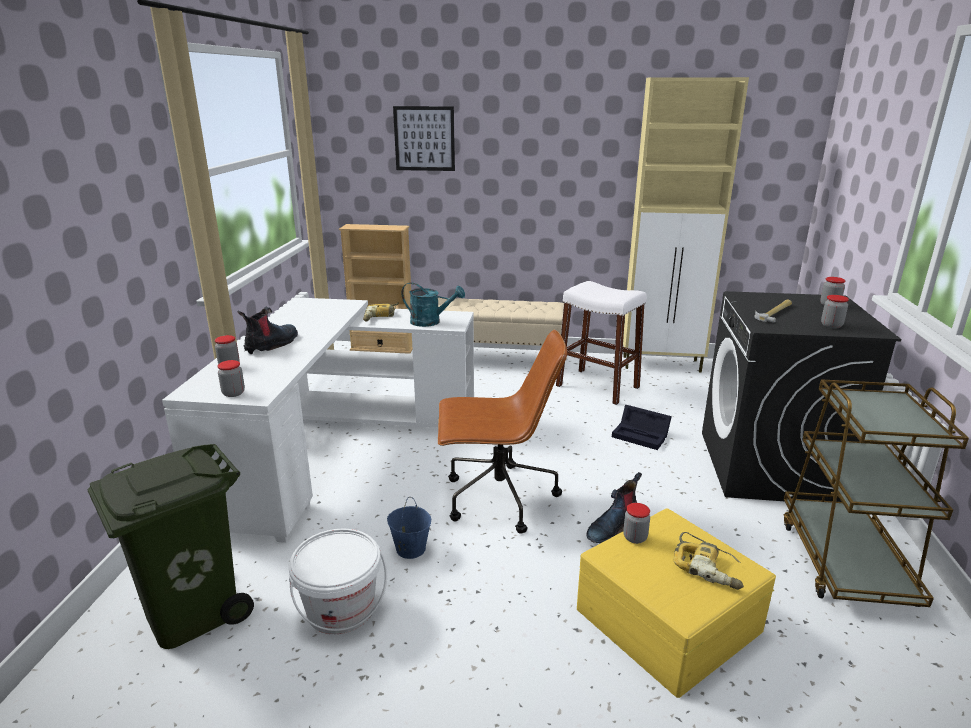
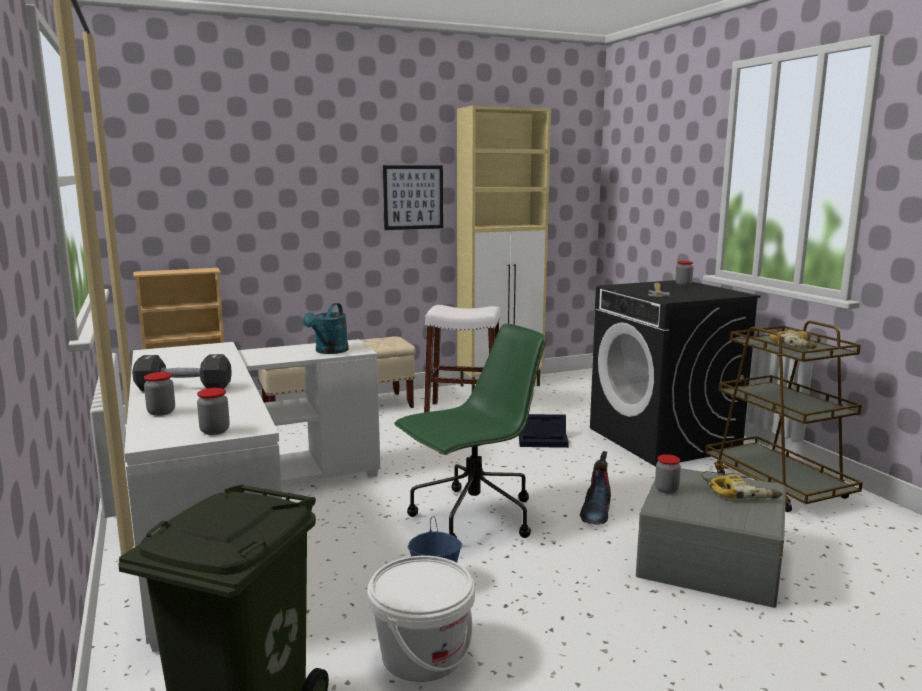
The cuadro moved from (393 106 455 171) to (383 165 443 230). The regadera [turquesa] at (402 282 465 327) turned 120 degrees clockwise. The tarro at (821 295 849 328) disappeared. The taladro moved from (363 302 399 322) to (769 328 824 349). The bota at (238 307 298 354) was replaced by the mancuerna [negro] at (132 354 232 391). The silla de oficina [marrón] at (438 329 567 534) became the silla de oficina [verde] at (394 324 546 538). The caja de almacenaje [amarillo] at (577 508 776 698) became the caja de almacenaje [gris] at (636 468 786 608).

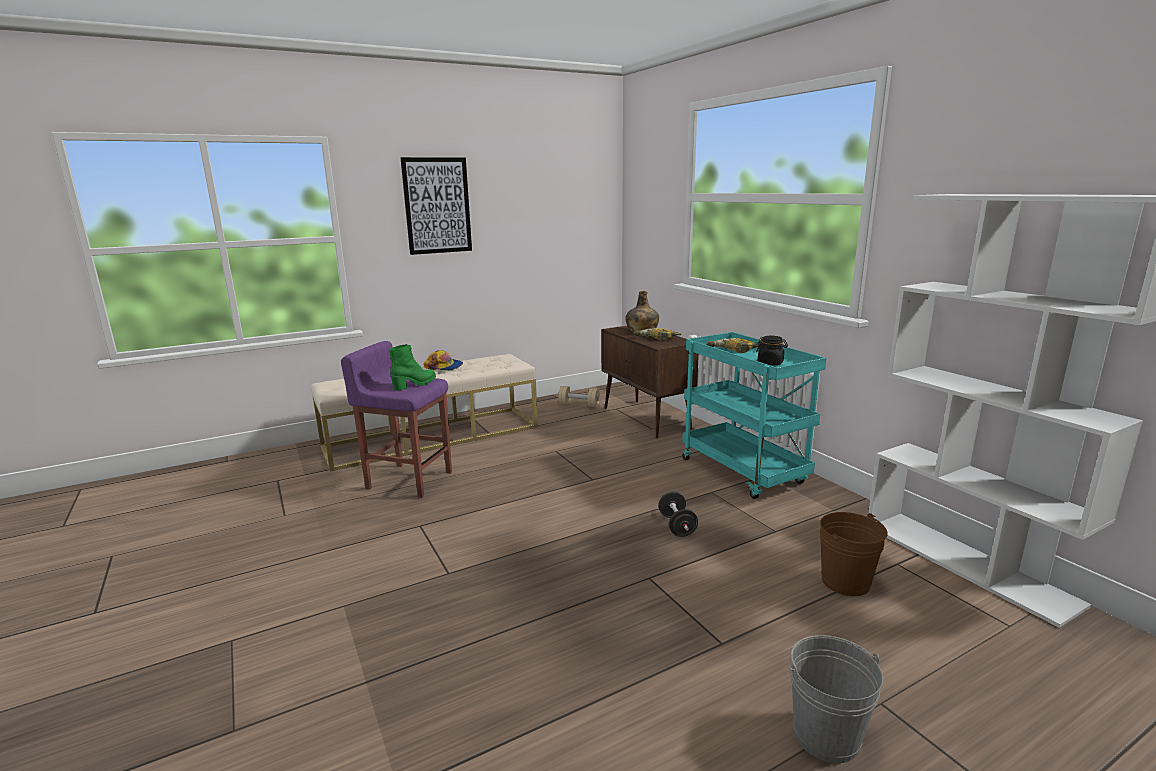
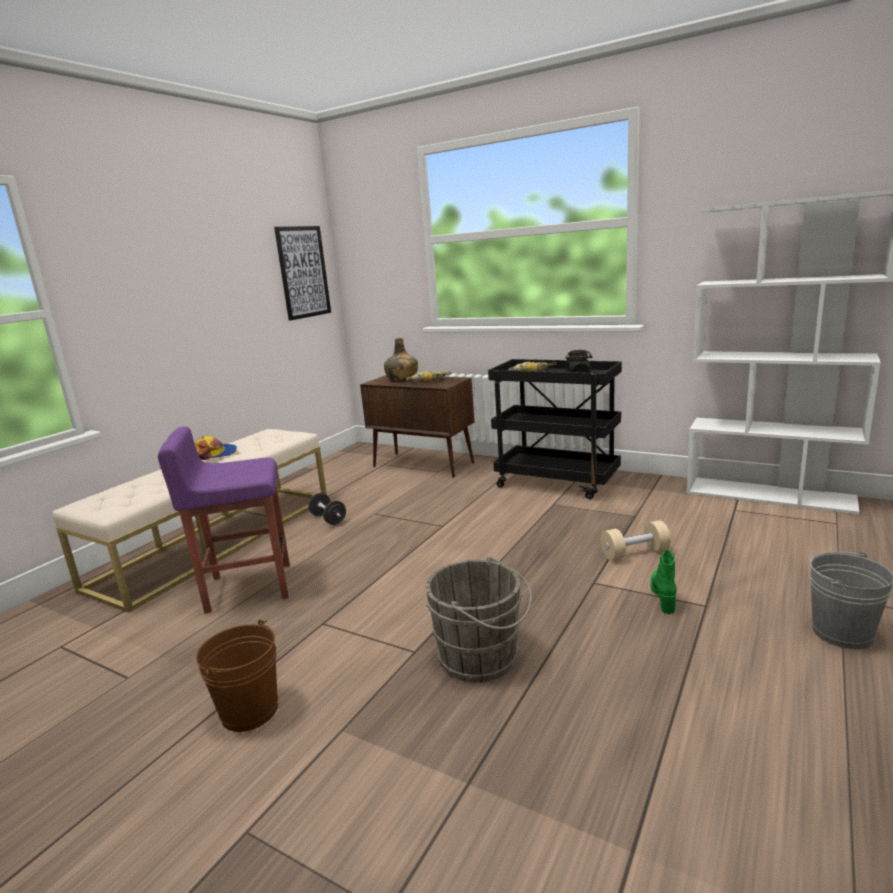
The cuadro moved from (400 157 472 255) to (274 226 331 321). The carrito [turquesa] at (682 332 826 499) became the carrito [negro] at (488 359 622 499). The bota [verde] moved from (389 344 436 391) to (650 549 677 614). The mancuerna [beis] moved from (558 386 600 407) to (601 520 671 560). The mancuerna [negro] moved from (658 491 698 537) to (308 493 346 525). The cubo [marrón] moved from (820 512 888 596) to (196 620 278 732). The cubo [gris] at (426 556 532 682) appeared.

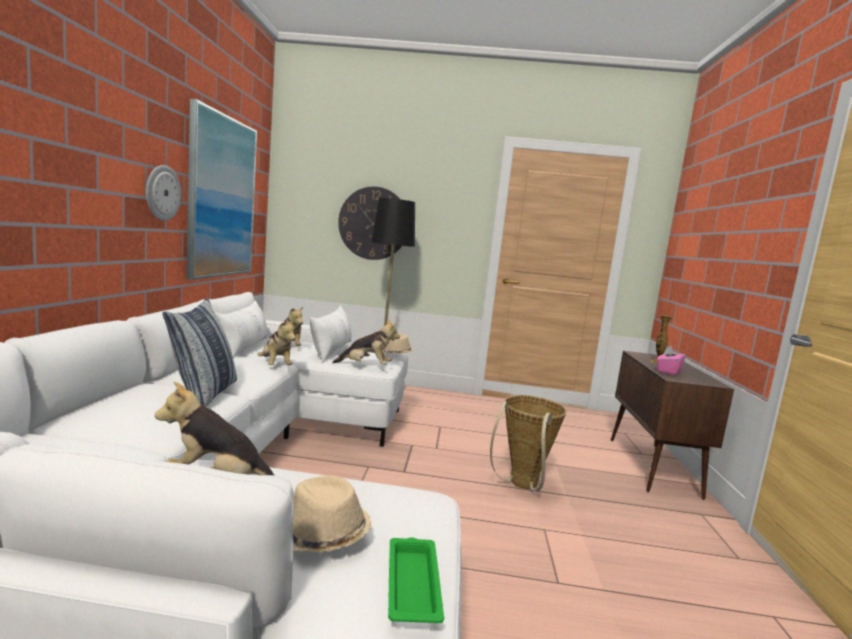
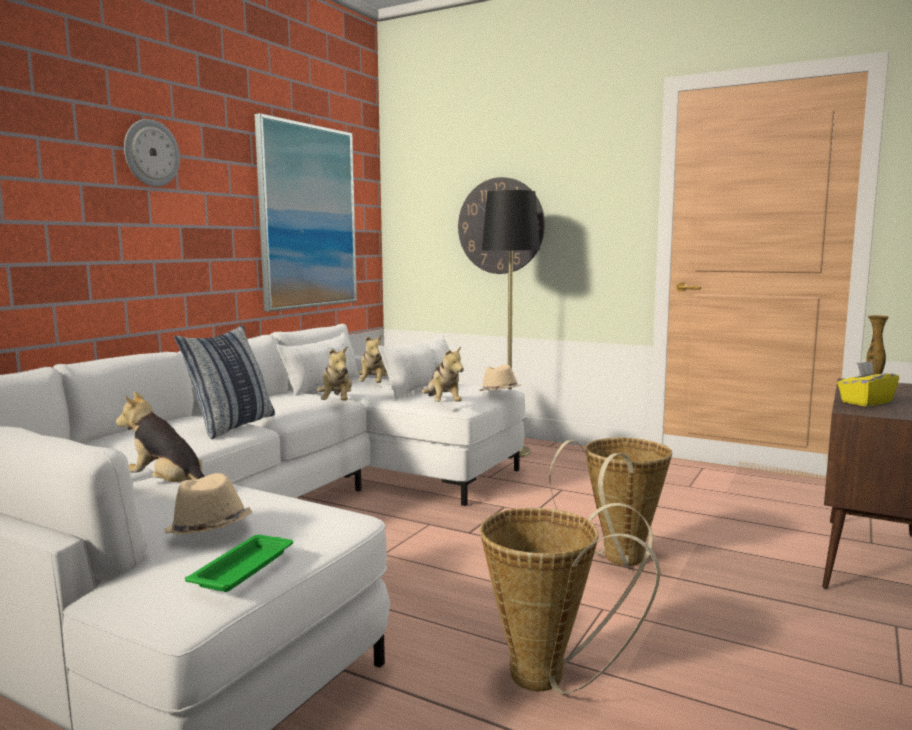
The reloj de pared moved from (146 165 181 221) to (124 119 180 187). The peluche at (332 319 400 365) turned 45 degrees clockwise. The caja de pañuelos [rosa] at (657 345 685 375) became the caja de pañuelos [amarillo] at (837 361 899 407). The cesta at (480 503 661 693) appeared.

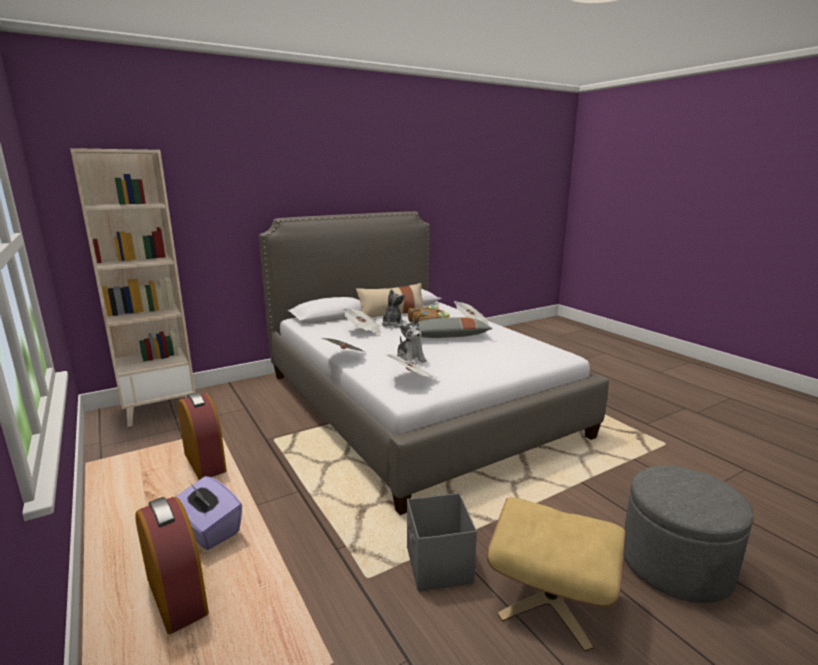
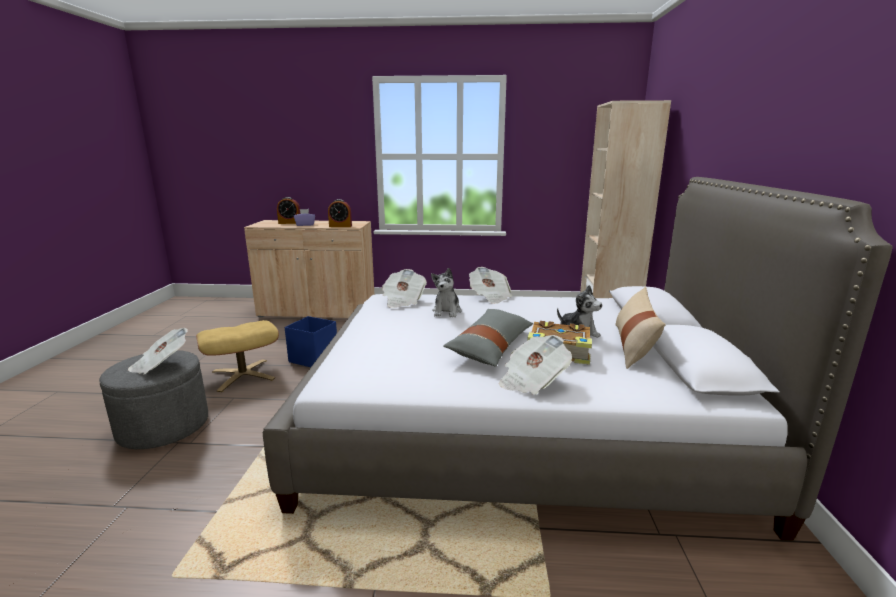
The periódico moved from (343 308 381 334) to (128 328 188 375). The peluche at (397 317 427 364) turned 90 degrees counterclockwise. The caja de almacenaje [gris] at (407 493 477 592) became the caja de almacenaje [azul] at (285 316 337 367).

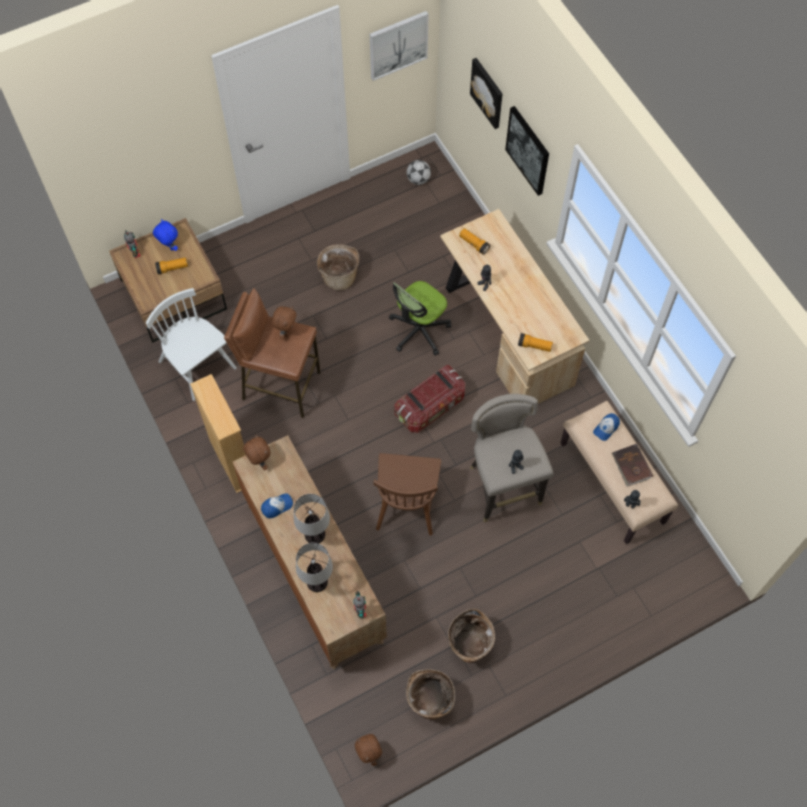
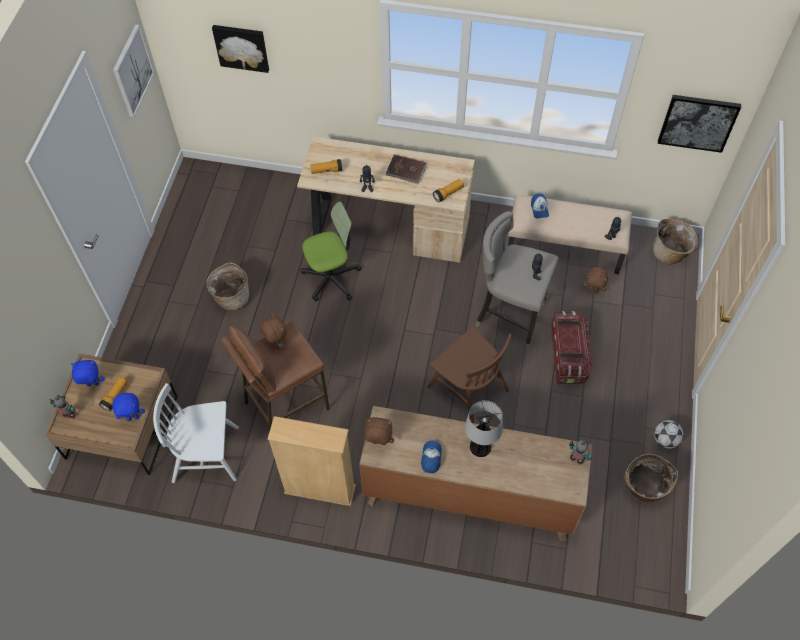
The cuadro moved from (505 106 549 196) to (658 95 741 153). The balón de fútbol moved from (407 160 431 185) to (654 420 684 449). The silla de oficina at (389 281 451 356) turned 105 degrees counterclockwise. The caja de almacenaje moved from (394 365 466 433) to (551 311 593 384). The libro [marrón] moved from (612 444 653 487) to (386 155 426 184). The lámpara de mesa at (296 543 333 592) disappeared. The cesta moved from (448 609 495 663) to (653 219 698 264). The peluche [marrón] moved from (355 734 382 766) to (582 267 608 294). The peluche [azul] at (112 393 145 421) appeared.

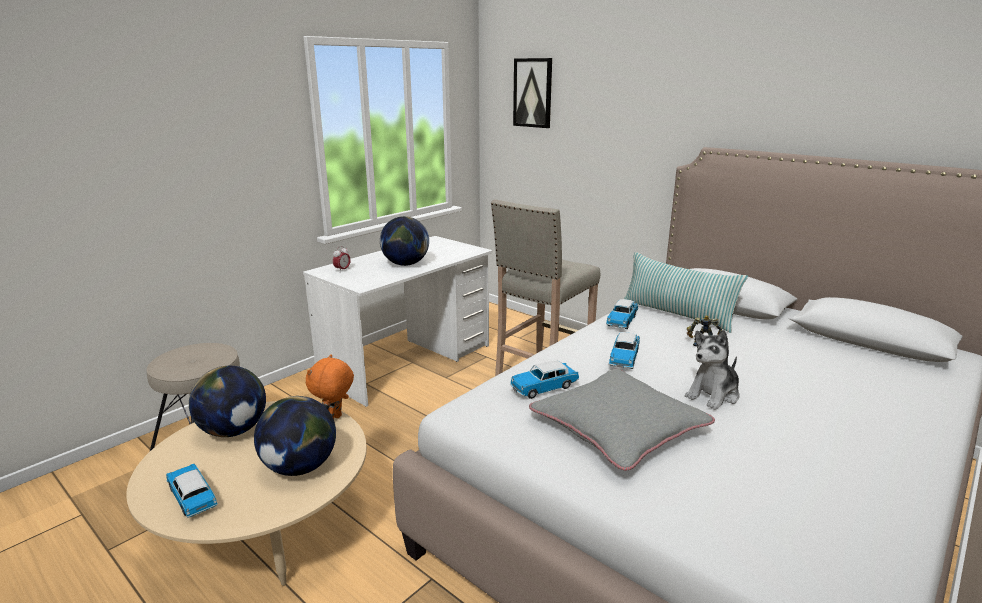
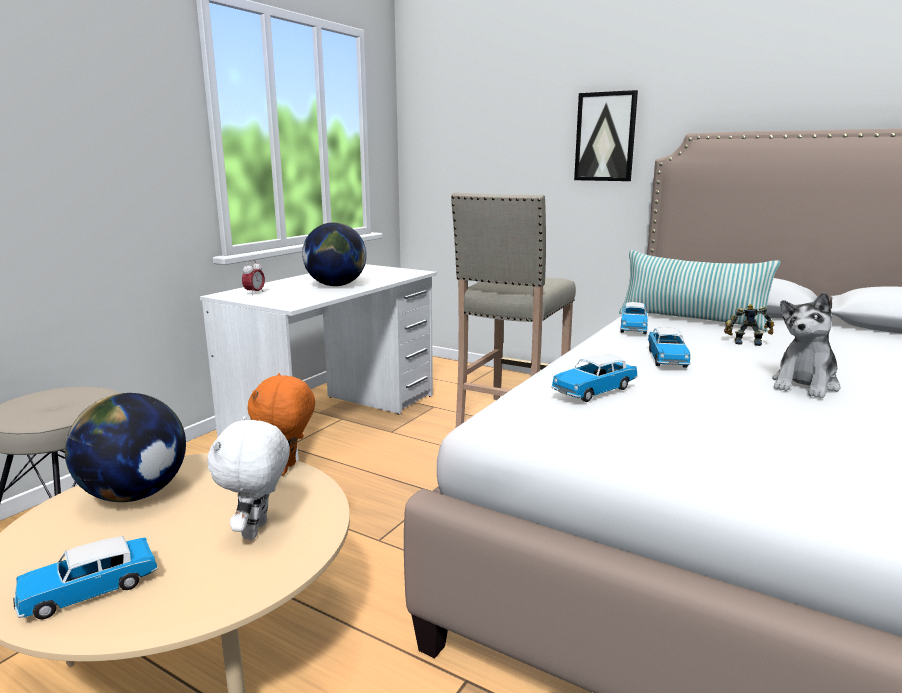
The cuadro moved from (513 58 552 128) to (574 90 638 181). The cojín [gris] at (529 369 715 471) disappeared. The globo terráqueo at (254 396 336 476) was replaced by the peluche [blanco] at (208 416 290 540). The coche de juguete at (166 464 218 518) turned 75 degrees counterclockwise.

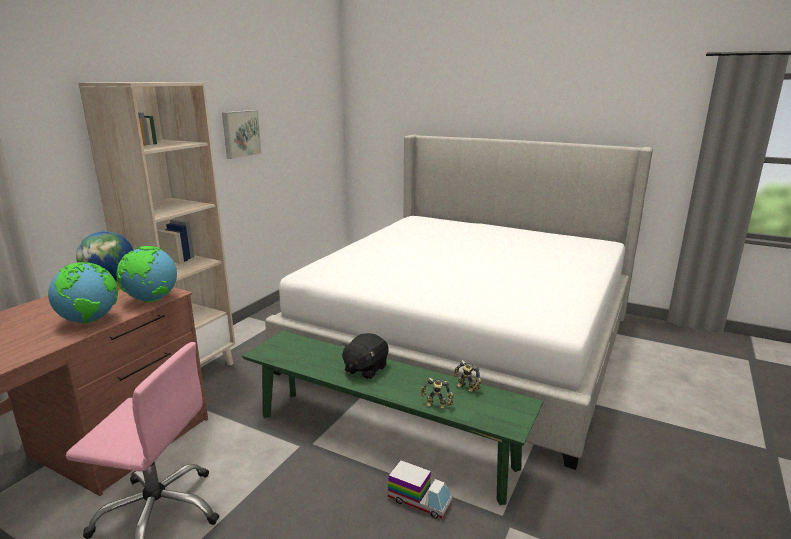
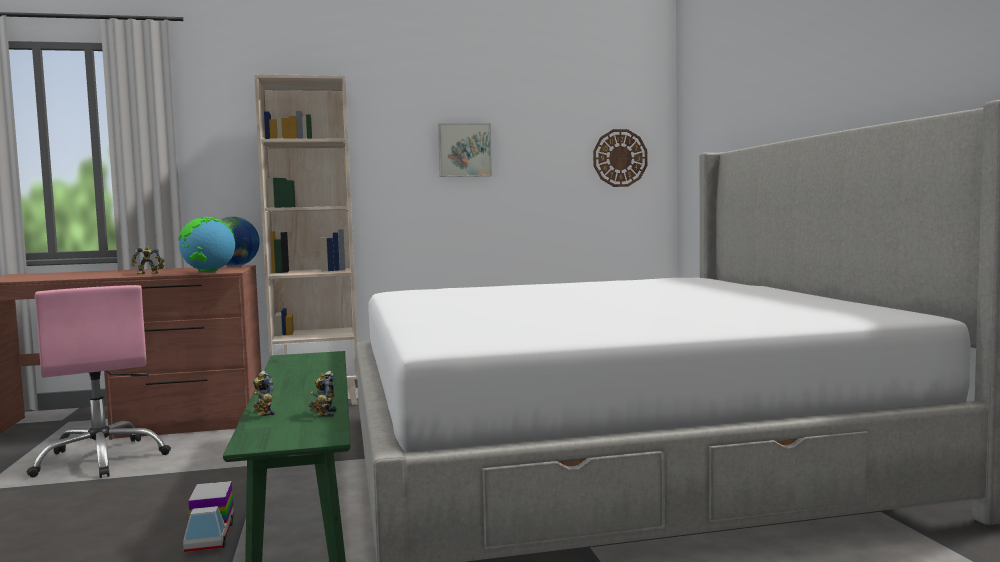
The globo terráqueo at (48 262 118 324) was replaced by the robot de juguete at (131 246 165 274). The peluche [negro] at (341 333 388 379) disappeared. The reloj de pared at (593 129 647 187) appeared.

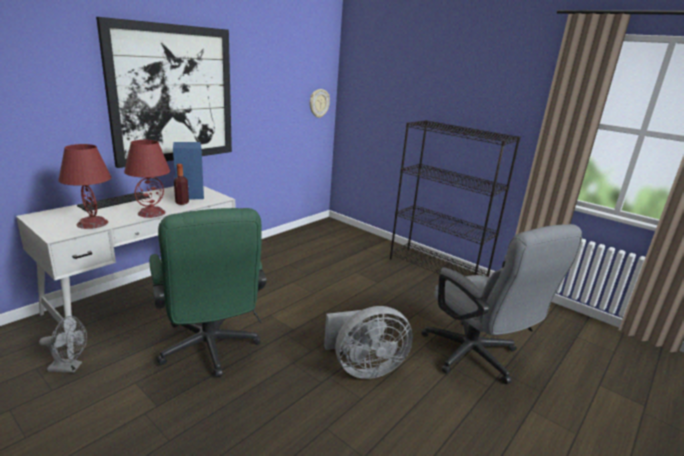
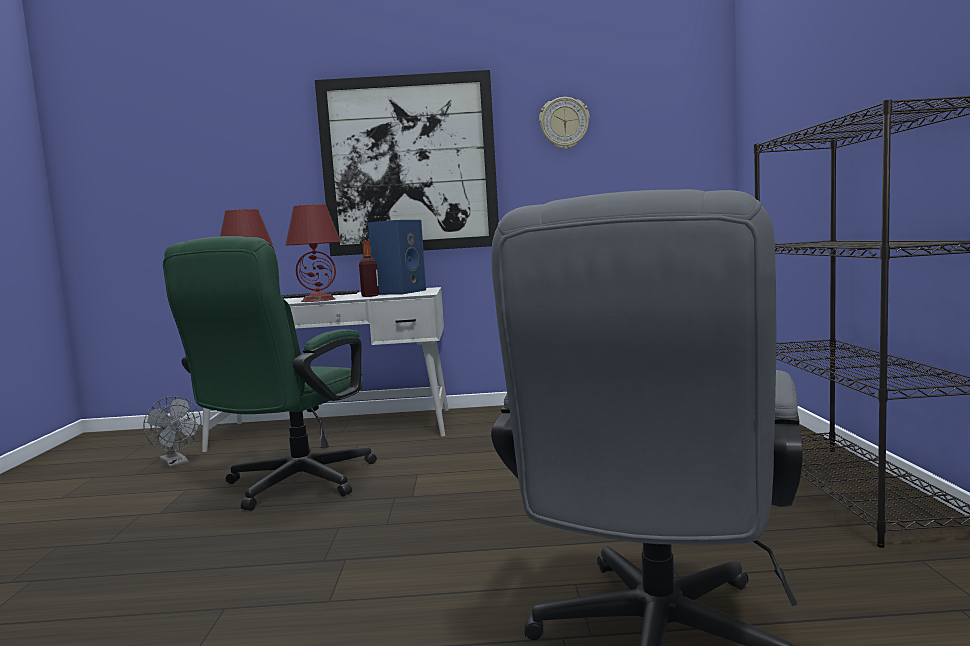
The reloj de pared moved from (310 89 330 118) to (539 97 590 149). The ventilador [gris] at (324 306 413 379) disappeared.

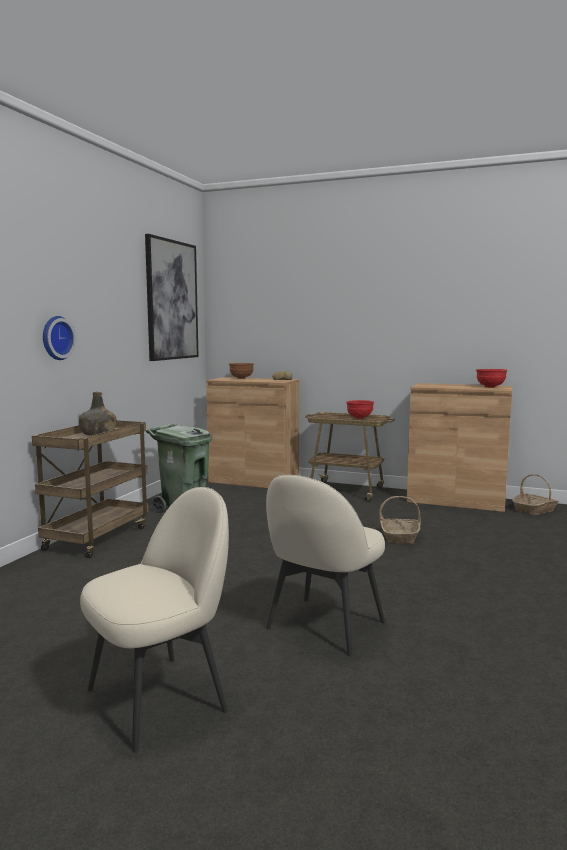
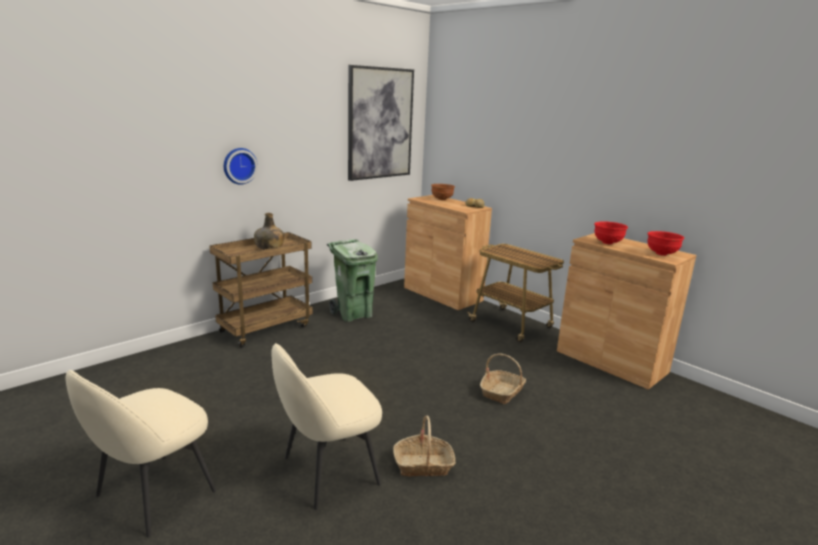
The cuenco [rojo] moved from (346 400 374 419) to (594 221 628 244). The cesta moved from (512 474 559 515) to (393 415 456 477). The silla [beis] at (80 487 229 753) turned 135 degrees clockwise.

